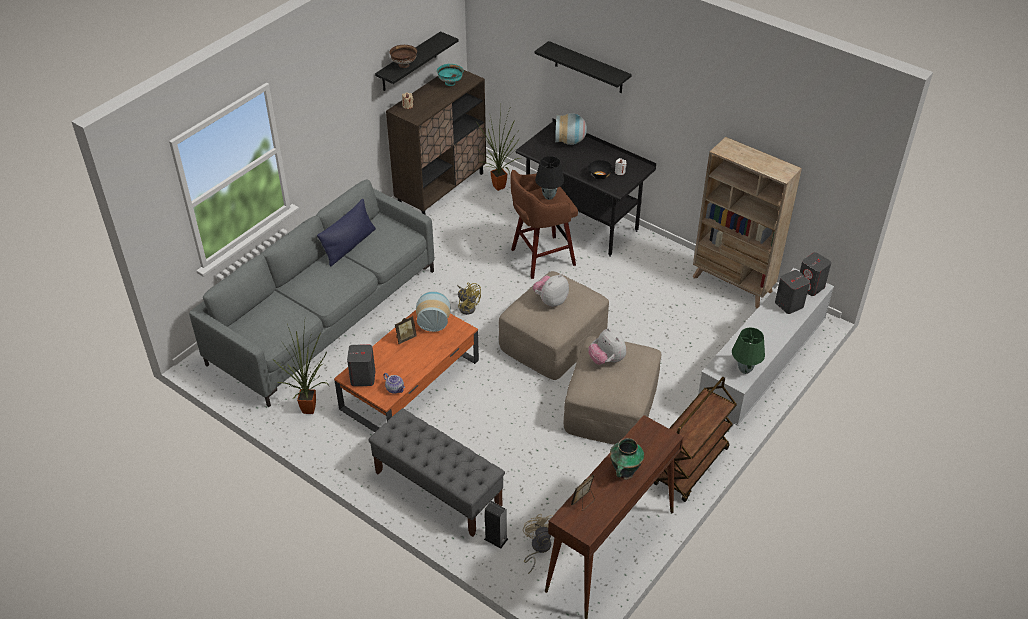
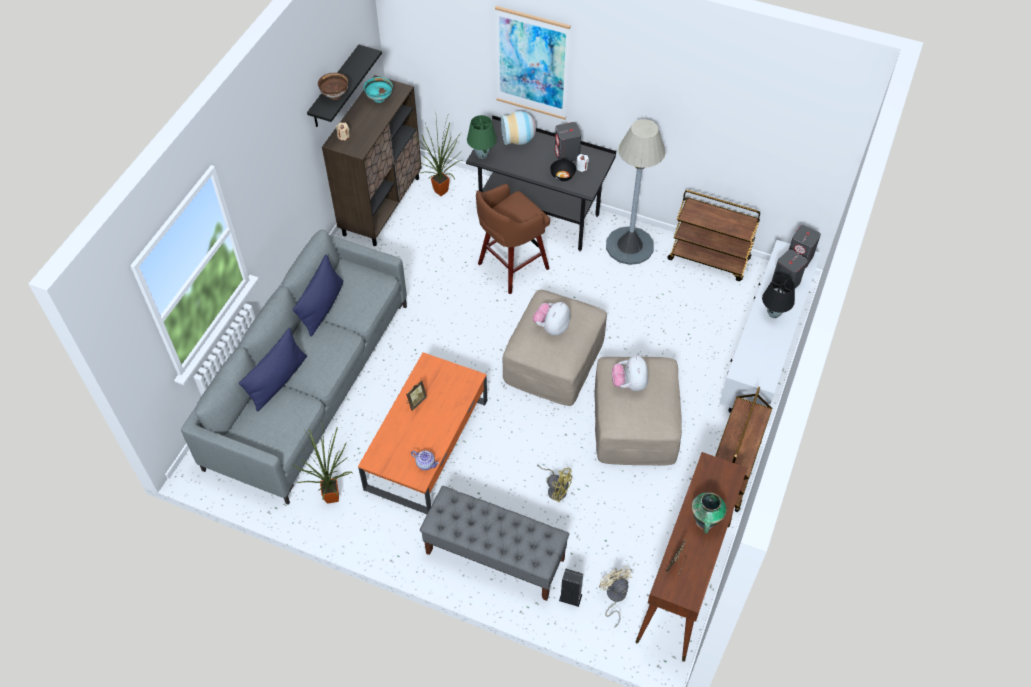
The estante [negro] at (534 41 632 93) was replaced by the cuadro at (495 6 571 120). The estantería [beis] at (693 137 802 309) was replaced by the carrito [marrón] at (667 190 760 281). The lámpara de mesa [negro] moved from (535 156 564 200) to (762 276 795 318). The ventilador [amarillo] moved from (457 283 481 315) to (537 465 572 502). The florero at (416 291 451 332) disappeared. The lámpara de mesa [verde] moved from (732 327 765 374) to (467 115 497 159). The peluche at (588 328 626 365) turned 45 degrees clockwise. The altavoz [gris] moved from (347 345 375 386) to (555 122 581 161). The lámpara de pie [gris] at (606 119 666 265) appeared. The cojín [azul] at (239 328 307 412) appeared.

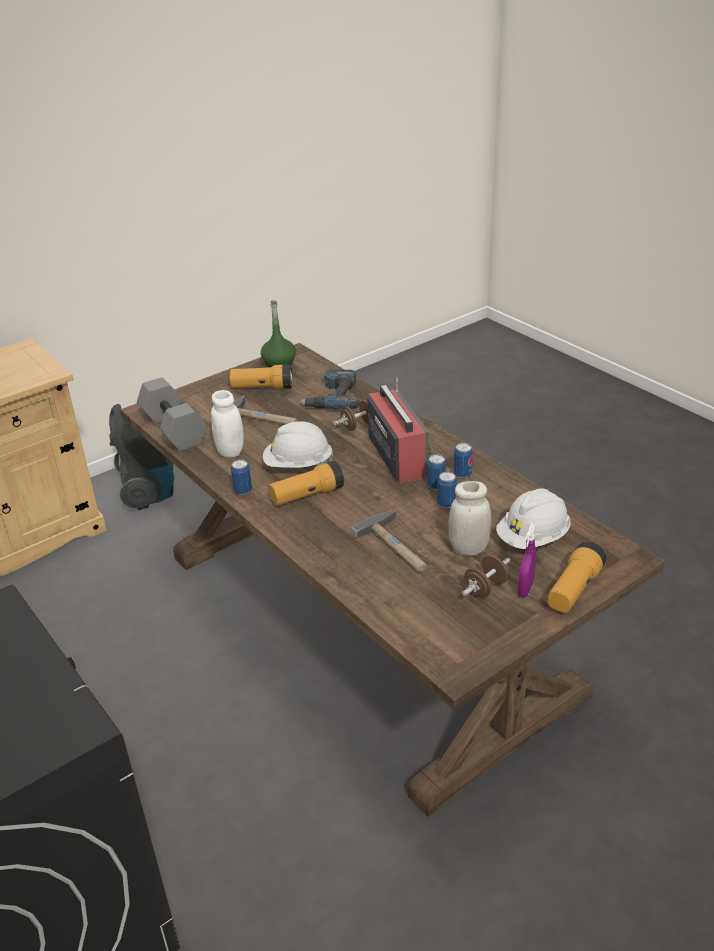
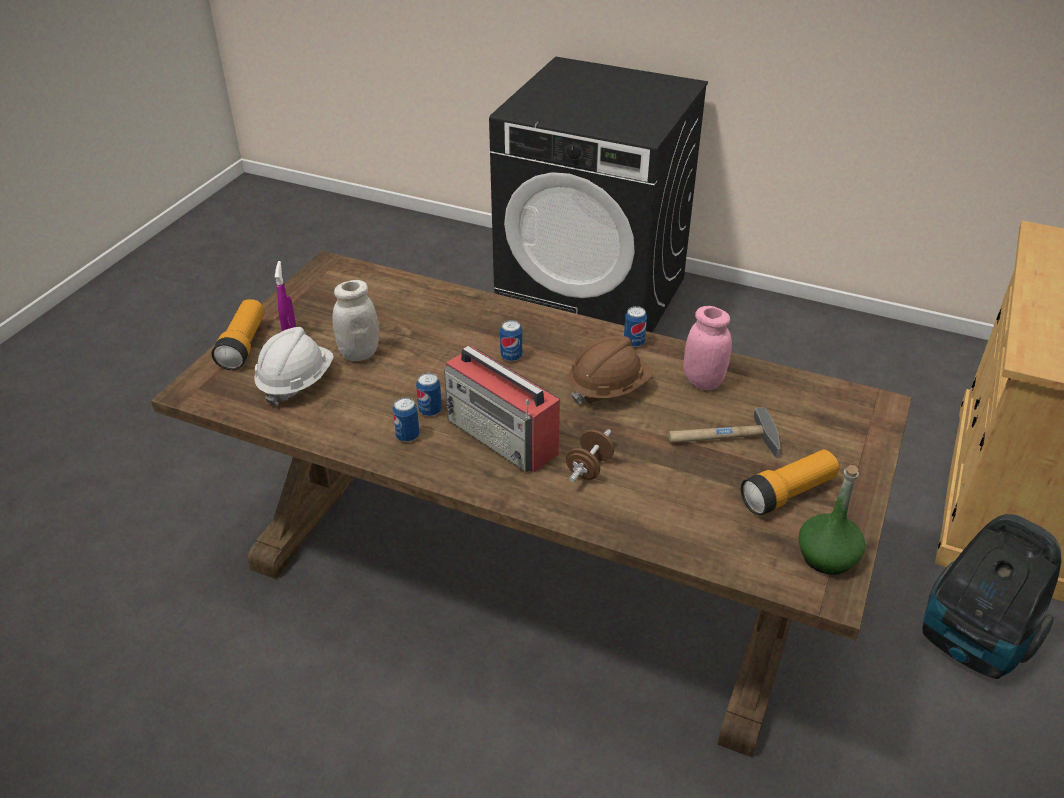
The taladro at (299 370 360 409) disappeared. The mancuerna [gris] at (137 377 207 451) disappeared. The tarro [blanco] at (211 390 244 458) became the tarro [rosa] at (684 306 732 390). The casco [blanco] at (263 421 333 468) became the casco [marrón] at (568 336 653 405). The linterna at (269 461 344 506) disappeared. The lata moved from (437 472 457 508) to (500 320 522 361). The martillo at (351 510 427 572) disappeared. The mancuerna [marrón] at (462 555 510 597) disappeared.

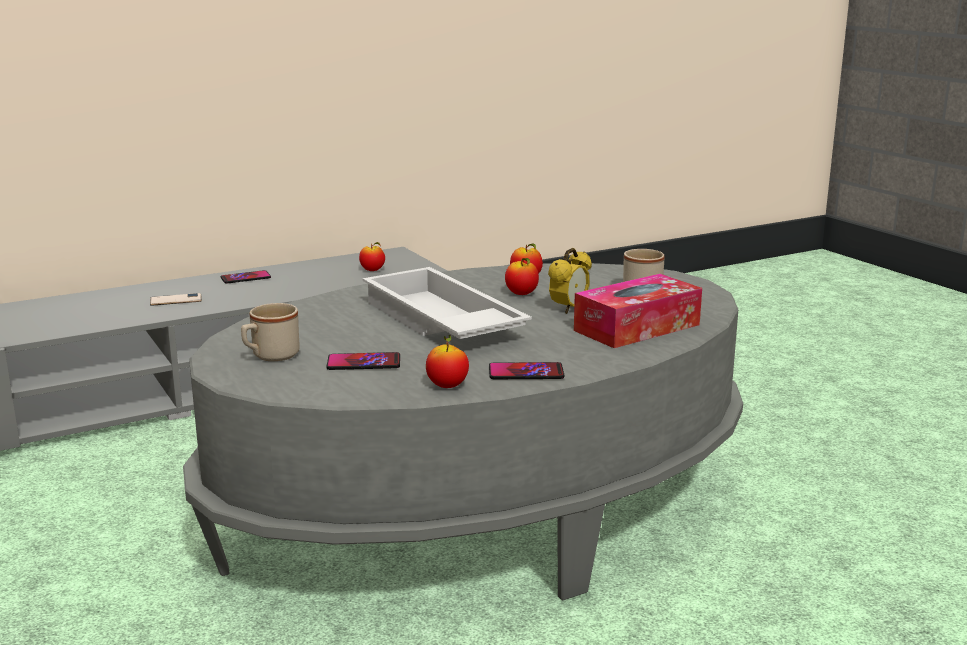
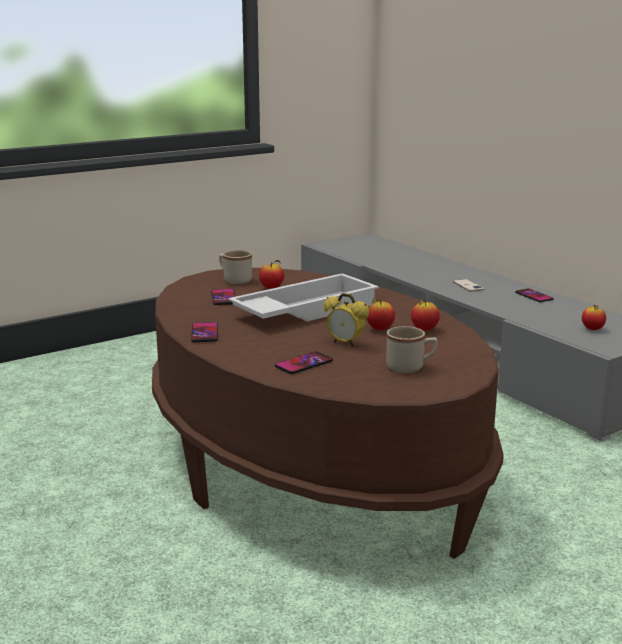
The mesa de centro [gris] at (183 263 743 601) became the mesa de centro [marrón] at (152 268 504 559). The caja de pañuelos at (574 274 702 348) was replaced by the móvil at (275 351 333 374). The manzana moved from (426 335 469 388) to (259 260 284 289).

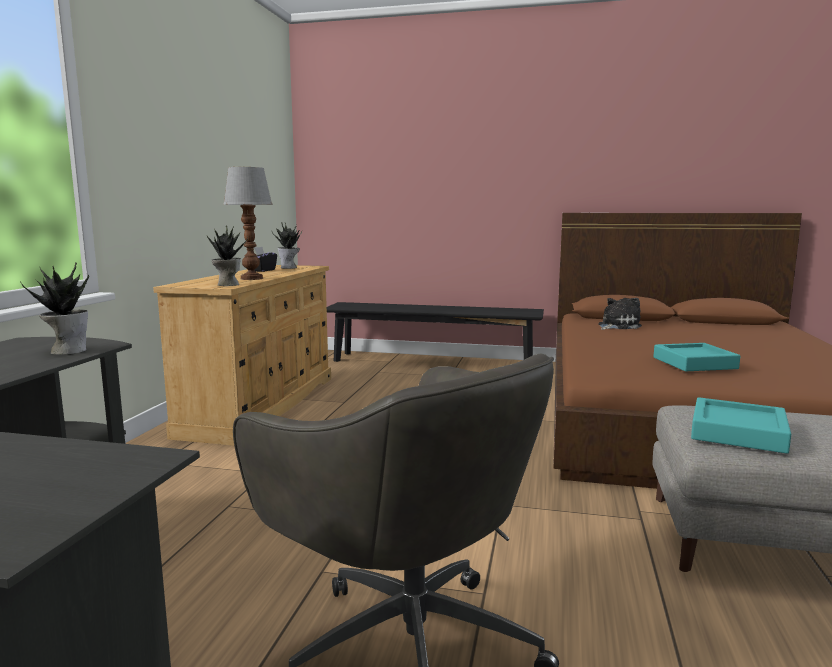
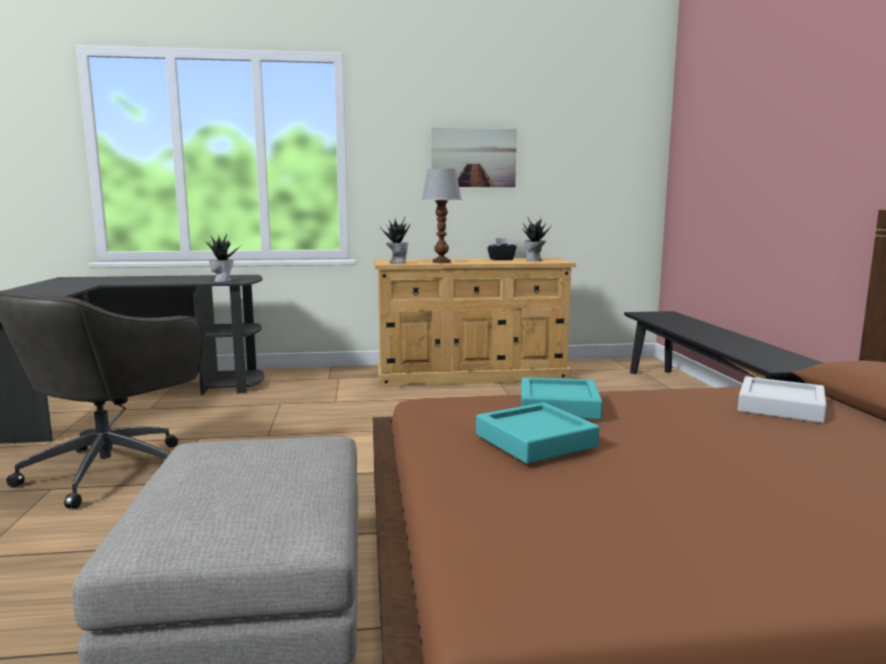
The peluche at (598 298 642 330) was replaced by the bandeja [gris] at (738 377 826 423). The bandeja [turquesa] moved from (691 397 791 454) to (521 377 602 419). The cuadro at (431 127 517 187) appeared.

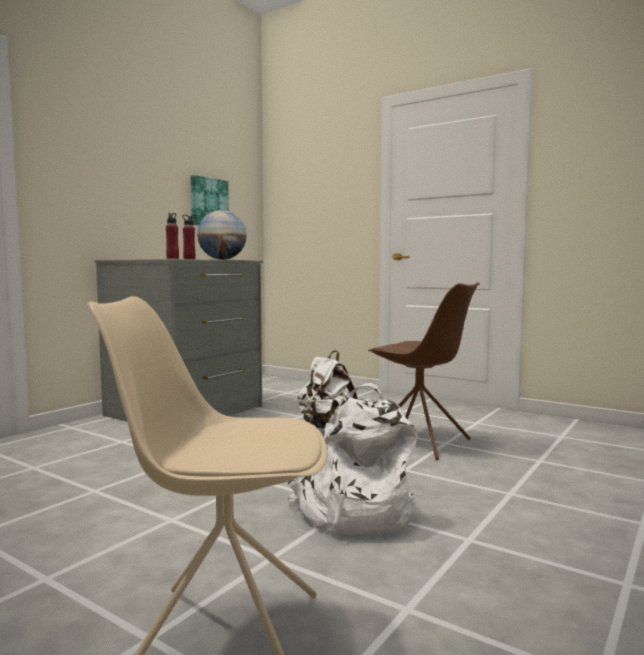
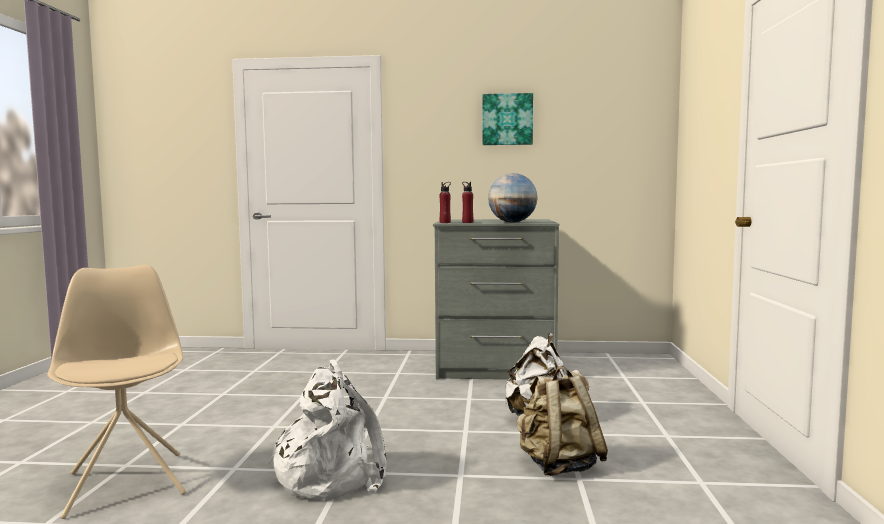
The cuadro moved from (191 175 229 225) to (483 93 533 145). The silla [marrón] at (368 282 480 460) was replaced by the mochila [beis] at (516 366 608 476).

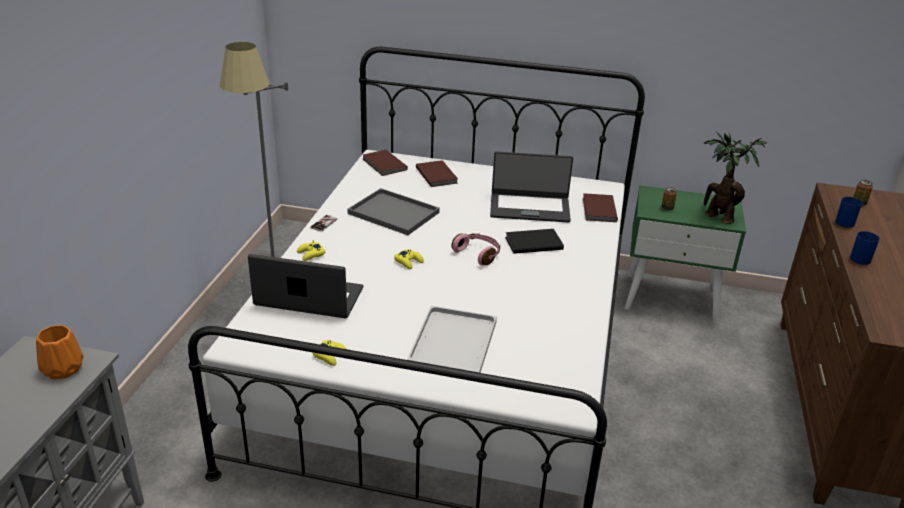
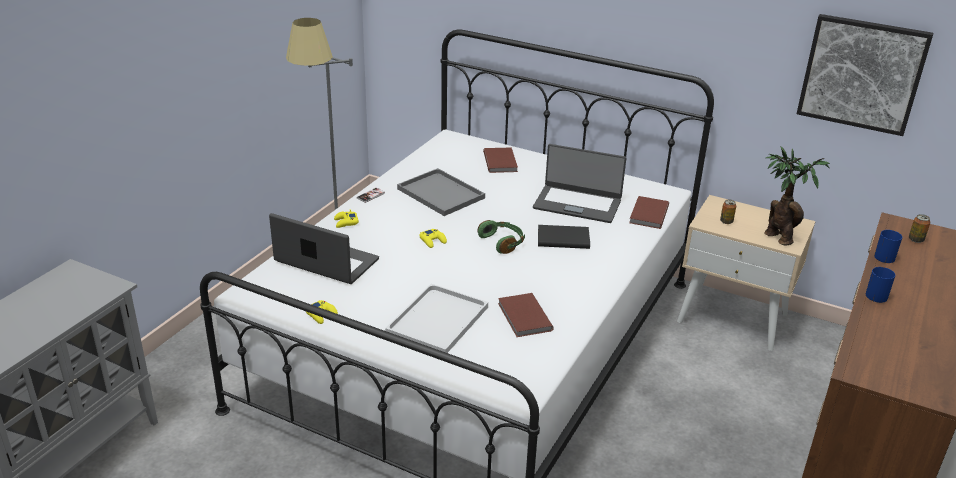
The libro [marrón] moved from (363 150 408 176) to (498 293 554 337). The mesita de noche [verde] at (625 185 746 324) became the mesita de noche [beis] at (677 195 816 351). The auriculares [rosa] at (452 233 500 266) became the auriculares [verde] at (478 220 525 254). The florero [naranja] at (36 325 83 379) disappeared. The cuadro at (797 14 934 136) appeared.

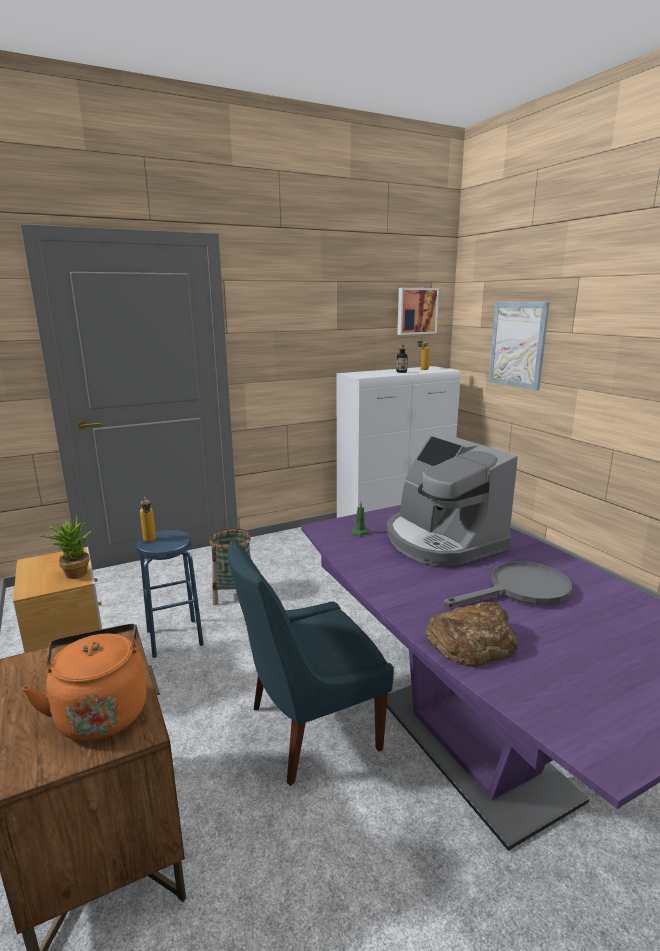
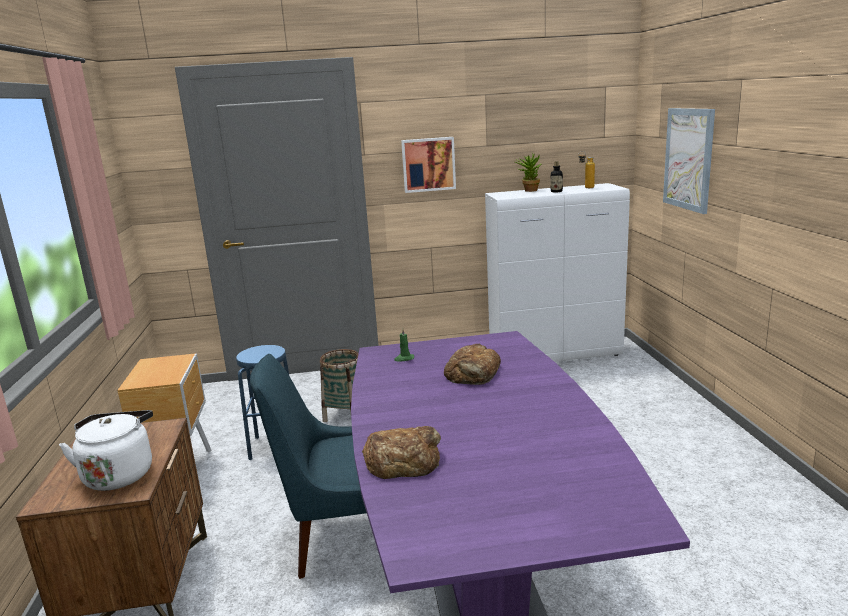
The cuadro moved from (397 288 439 335) to (401 137 456 193). The cafetera at (387 435 518 566) was replaced by the pan at (444 344 501 385). The botella at (140 499 156 542) disappeared. The planta en maceta moved from (39 515 91 579) to (515 154 541 192). The sartén [gris] at (444 561 572 607) disappeared. The hervidor [naranja] at (22 624 146 741) became the hervidor [blanco] at (59 410 153 491).

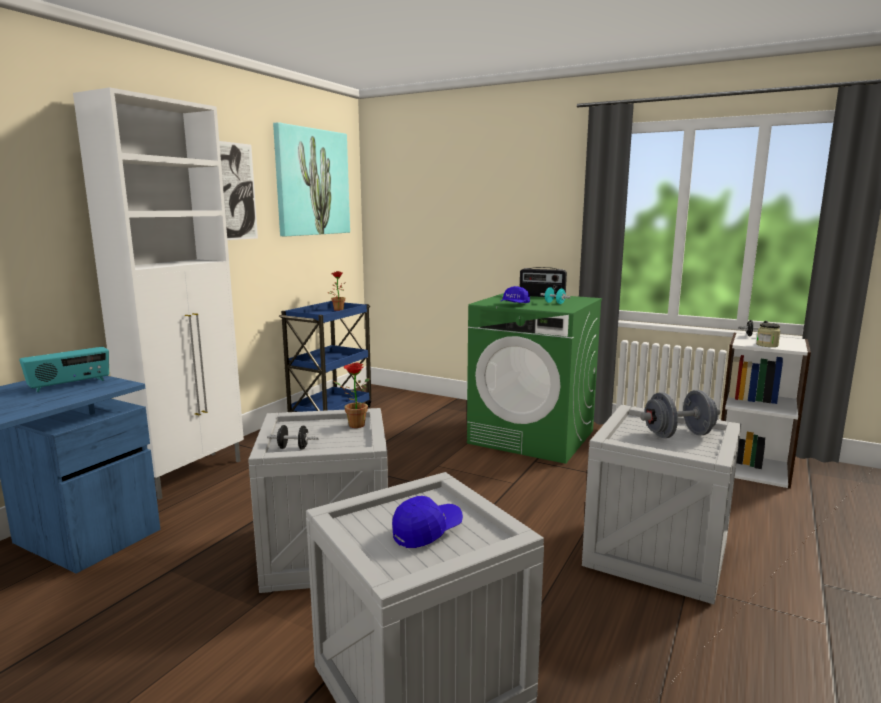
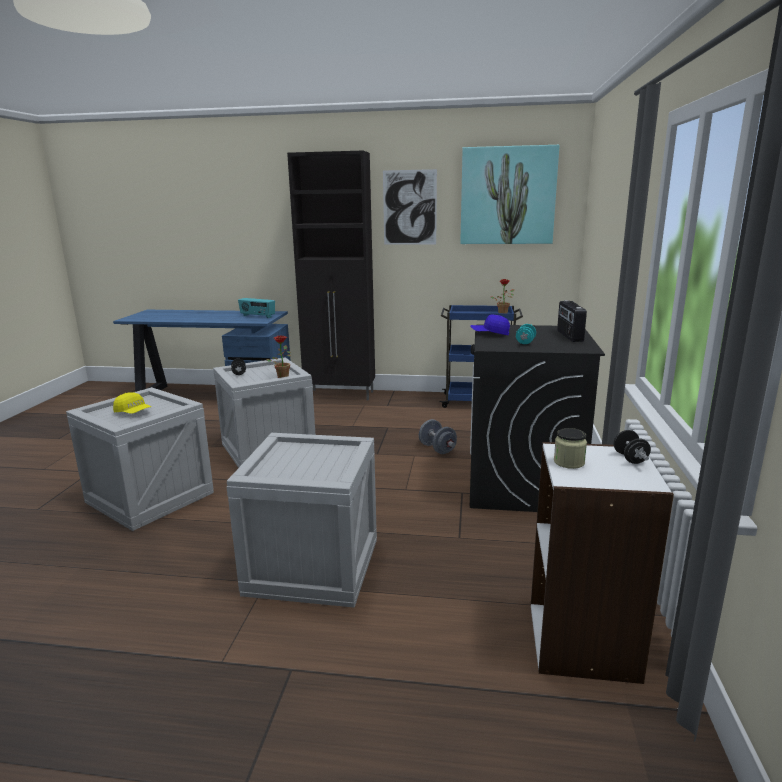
The armario [blanco] at (73 87 244 500) became the armario [negro] at (287 151 375 401). The lavadora [verde] at (467 293 602 464) became the lavadora [negro] at (470 324 605 512). The mancuerna [gris] moved from (640 390 720 438) to (419 419 457 454). The gorra [azul] at (392 496 463 548) became the gorra [amarillo] at (113 392 151 414).

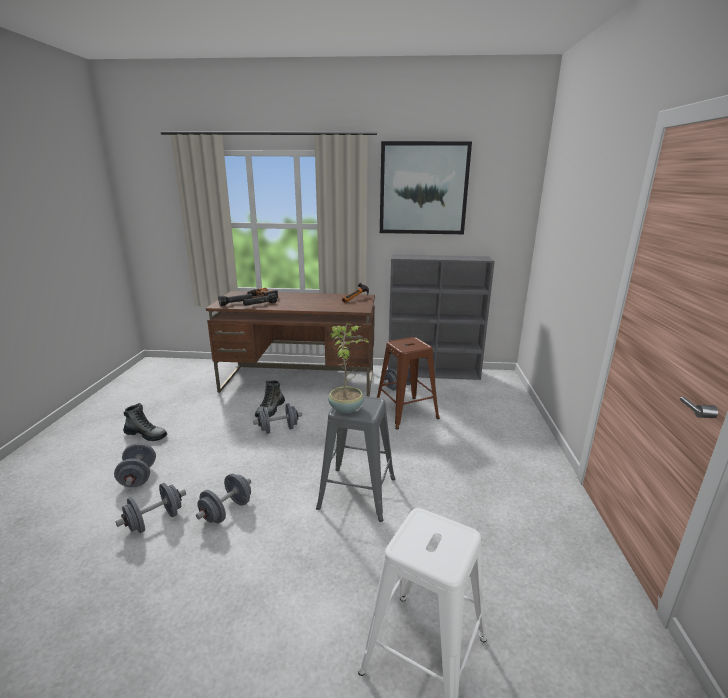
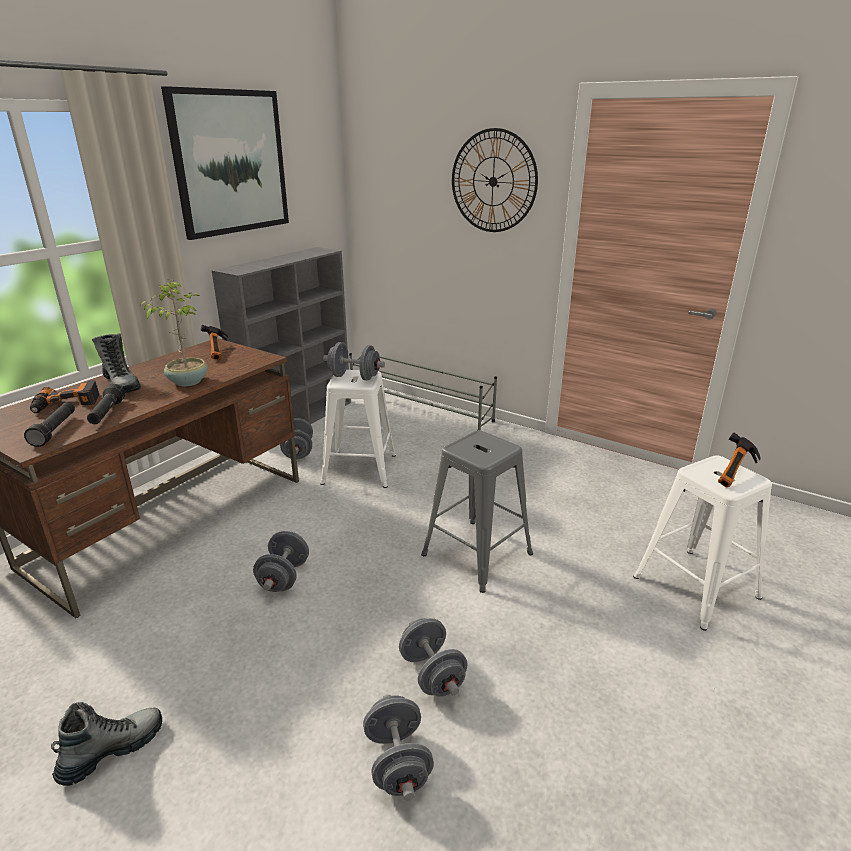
The planta en maceta moved from (328 323 369 414) to (142 280 208 386). The taburete [marrón] at (377 337 440 430) became the taburete [blanco] at (320 370 396 488). The bota moved from (255 380 285 417) to (92 333 141 393). The mancuerna [gris] moved from (114 443 156 487) to (323 342 385 381). The reloj de pared at (452 128 538 232) appeared. The zapatero [gris] at (349 353 497 430) appeared. The martillo at (718 433 760 488) appeared.

